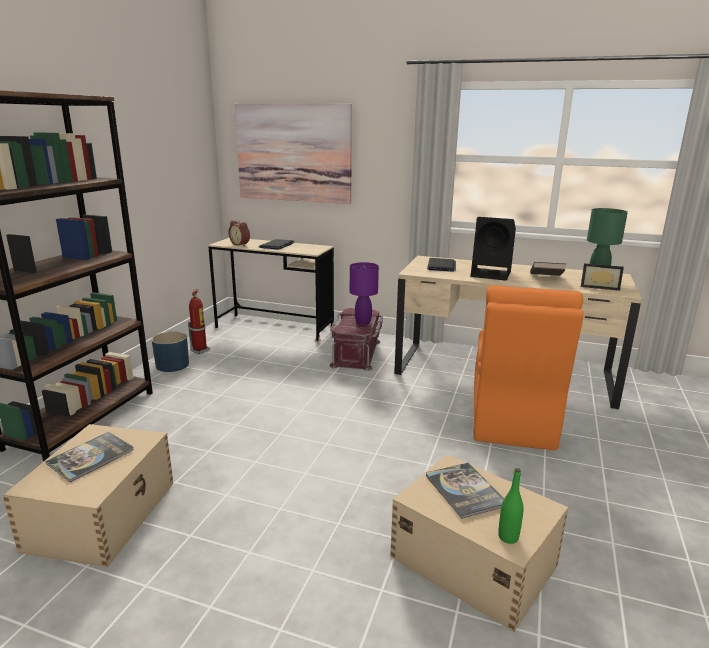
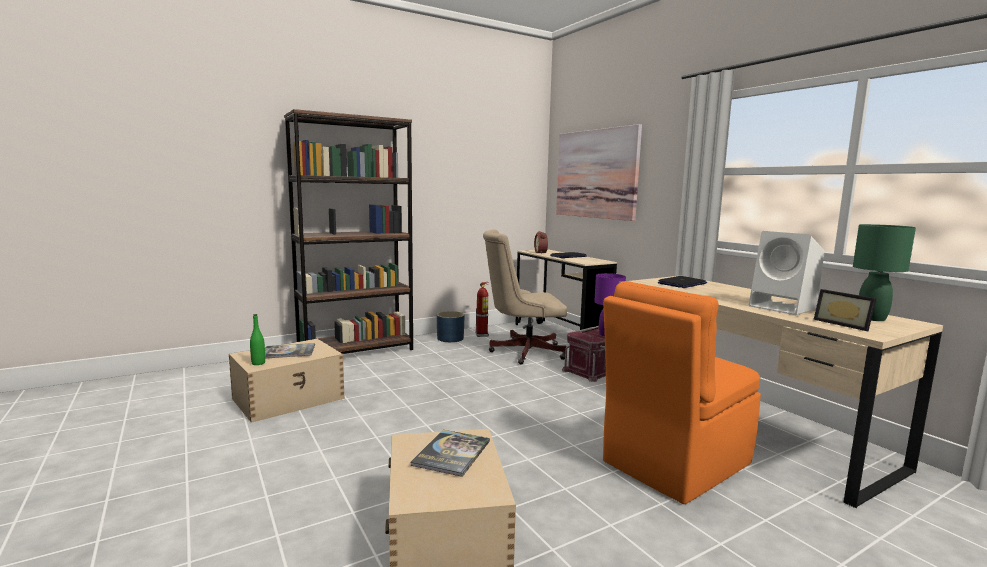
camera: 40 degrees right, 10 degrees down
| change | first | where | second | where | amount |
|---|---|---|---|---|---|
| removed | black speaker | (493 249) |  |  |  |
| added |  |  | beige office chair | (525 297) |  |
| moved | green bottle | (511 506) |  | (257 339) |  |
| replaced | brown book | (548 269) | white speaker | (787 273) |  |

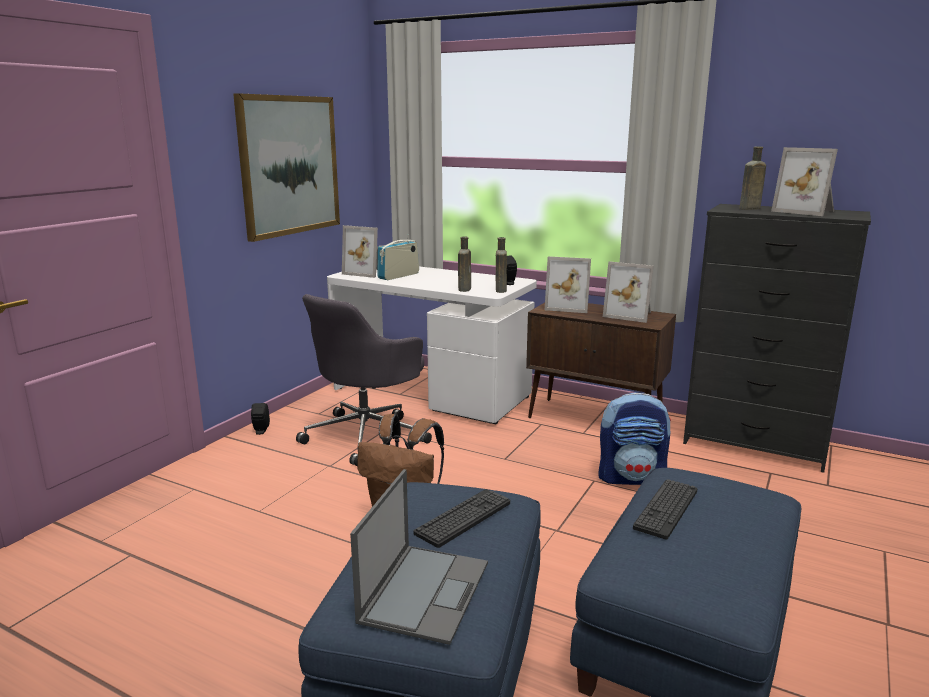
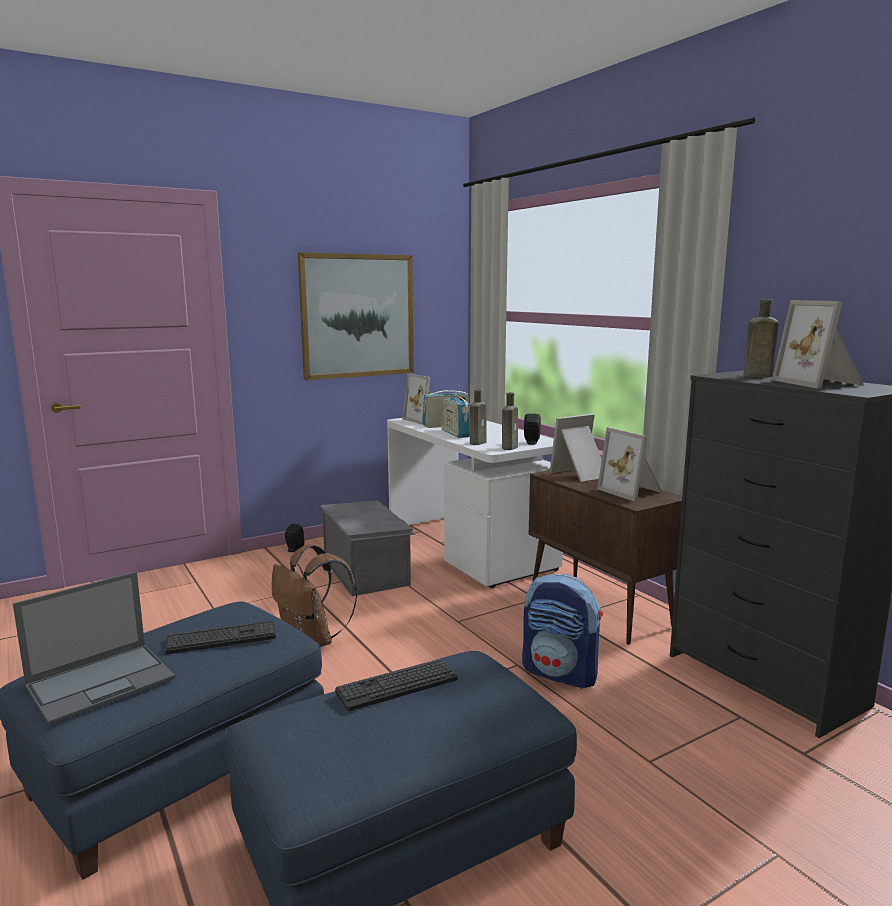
camera: 30 degrees right, 5 degrees down
| change | first | where | second | where | amount |
|---|---|---|---|---|---|
| added |  |  | radio | (455 414) |  |
| replaced | grey office chair | (364 380) | grey storage box | (367 548) |  |
| turned | picture frame | (568 284) |  | (575 448) | 105 degrees clockwise |

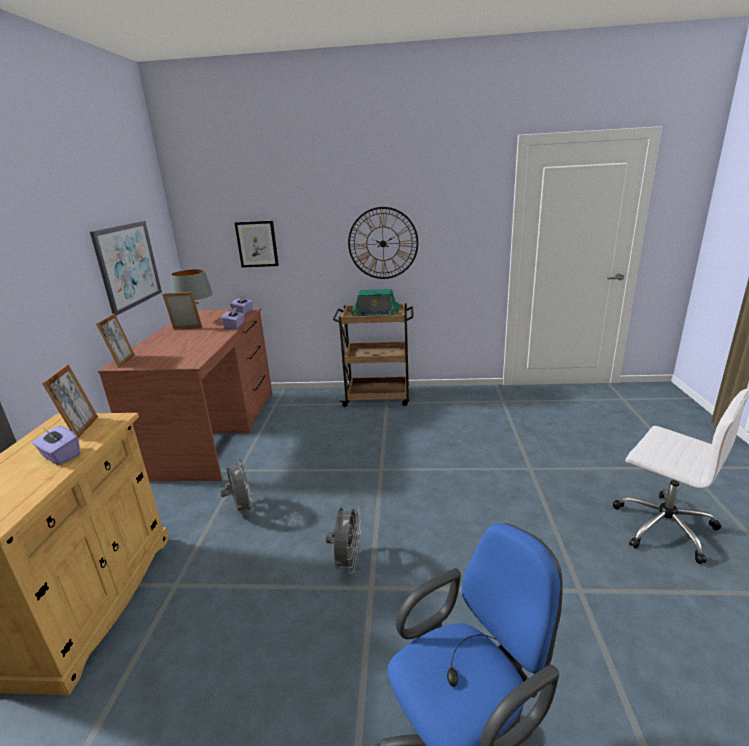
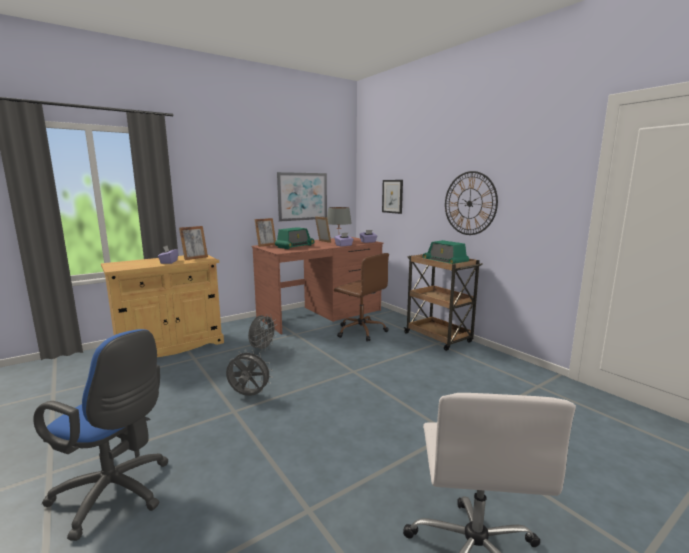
camera: 50 degrees right, 10 degrees down
| change | first | where | second | where | amount |
|---|---|---|---|---|---|
| added |  |  | radio | (295 238) |  |
| added |  |  | brown office chair | (361 297) |  |
| turned | grey fan | (343 539) |  | (249 372) | 135 degrees counterclockwise |

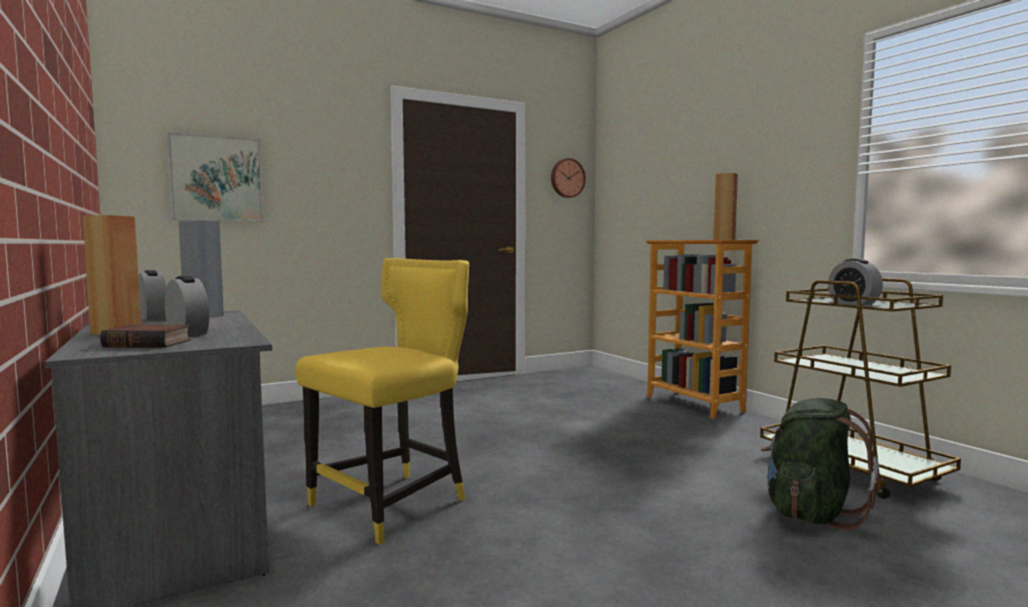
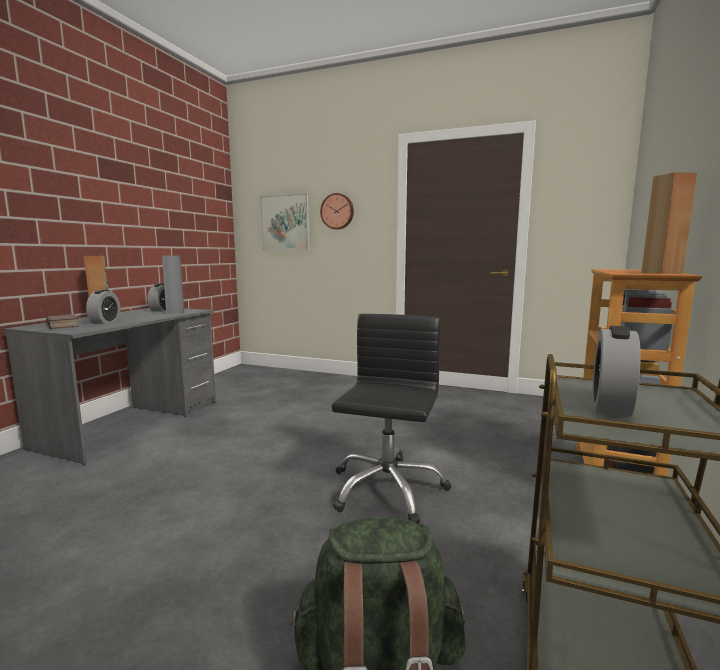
camera: 50 degrees right, 5 degrees up
| change | first | where | second | where | amount |
|---|---|---|---|---|---|
| removed | yellow chair | (382 401) |  |  |  |
| added |  |  | black office chair | (391 419) |  |
| moved | wall clock | (568 178) |  | (337 211) |  |

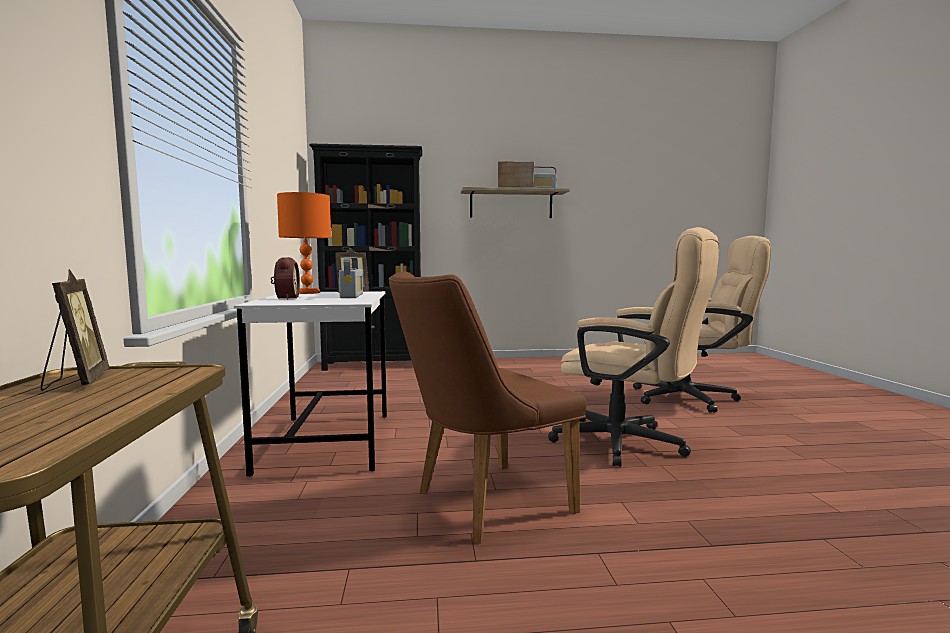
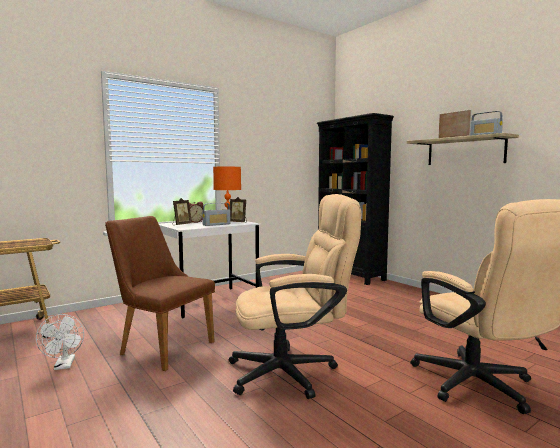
camera: 60 degrees right, 0 degrees up
| change | first | where | second | where | amount |
|---|---|---|---|---|---|
| added |  |  | white fan | (60 342) |  |
| moved | picture frame | (74 330) |  | (182 211) |  |
| turned | beige office chair | (633 347) |  | (295 296) | 105 degrees counterclockwise |

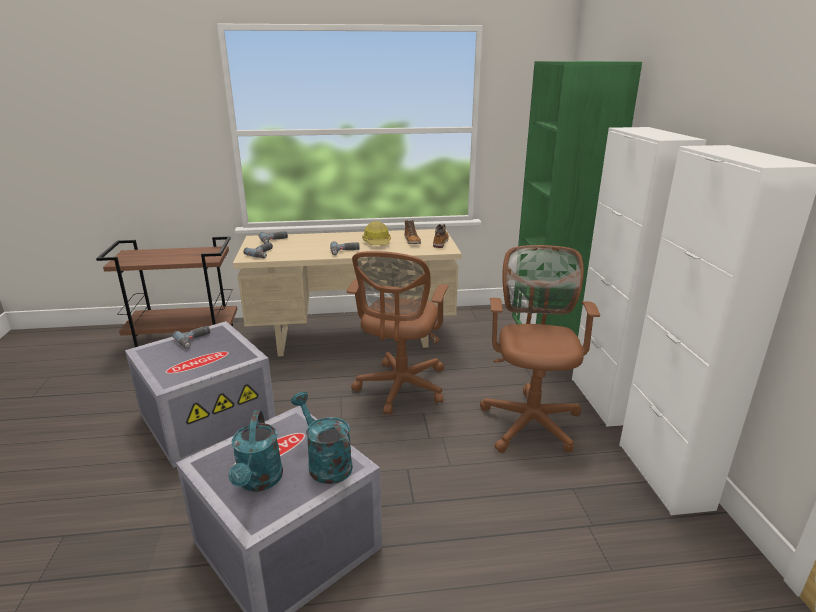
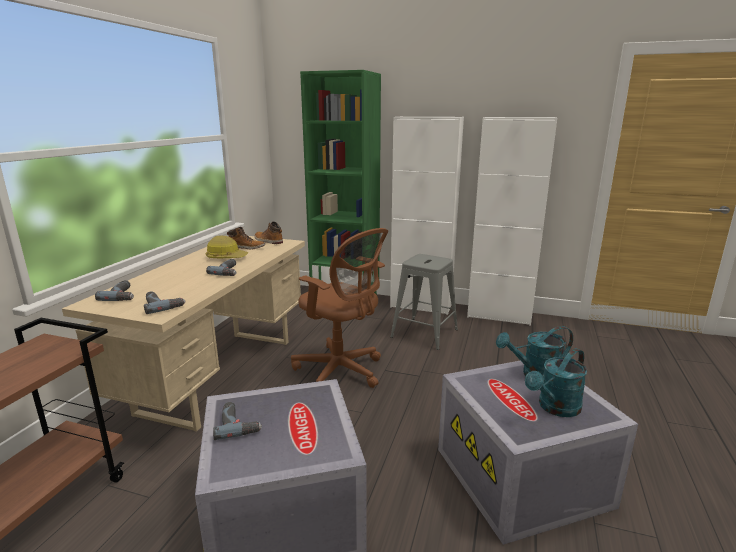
camera: 65 degrees left, 5 degrees down
| change | first | where | second | where | amount |
|---|---|---|---|---|---|
| replaced | brown office chair | (540 349) | grey stool | (424 302) |  |
| turned | turquoise watering can | (255 451) |  | (556 382) | 120 degrees clockwise |

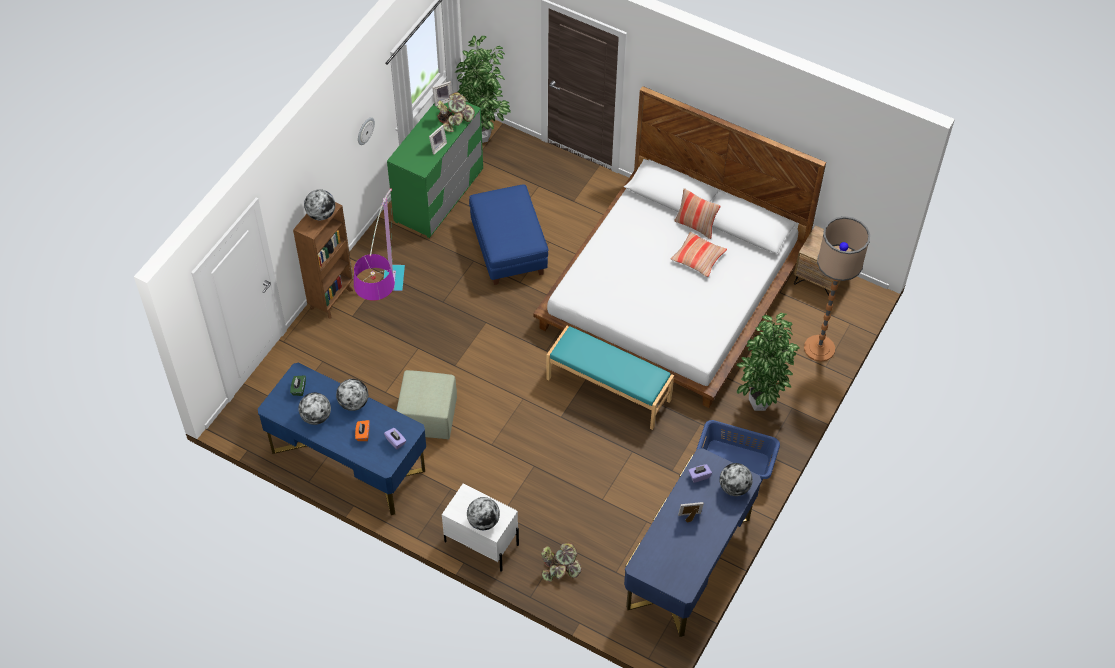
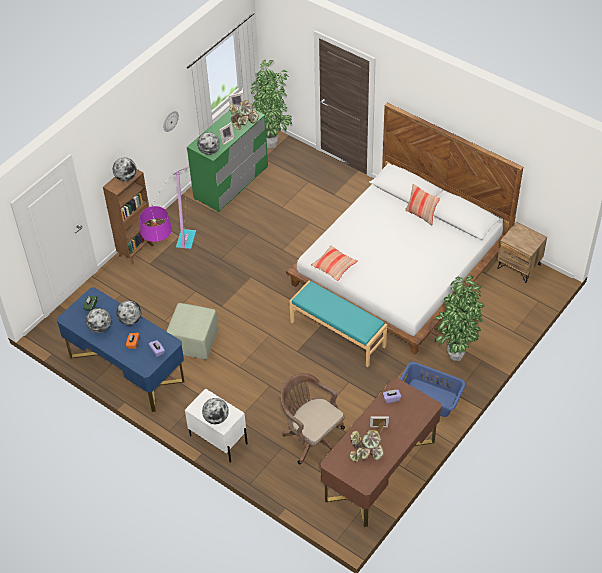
camera: 10 degrees right, 5 degrees down
| change | first | where | second | where | amount |
|---|---|---|---|---|---|
| removed | blue ottoman | (509 234) |  |  |  |
| removed | floor lamp | (837 289) |  |  |  |
| added |  |  | brown office chair | (313 418) |  |
| moved | potted plant | (561 562) |  | (366 446) |  |
| moved | pillow | (699 254) |  | (334 263) |  |
| moved | globe | (736 479) |  | (208 143) |  |
| recoloured | blue desk | (693 542) | brown desk | (381 452) |  |

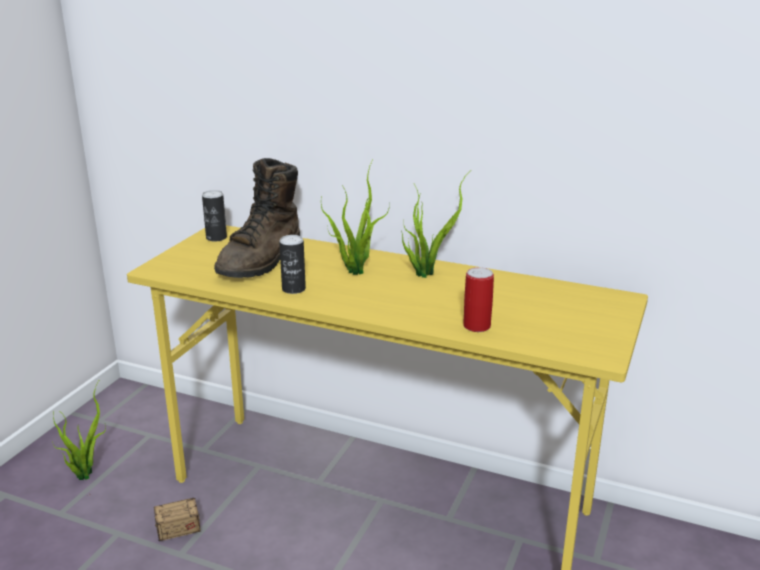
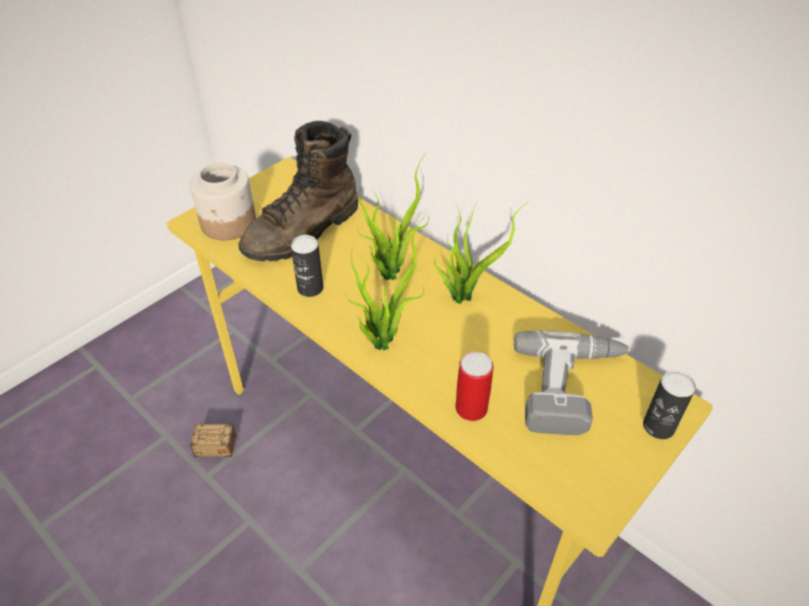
camera: 20 degrees right, 20 degrees up
| change | first | where | second | where | amount |
|---|---|---|---|---|---|
| added |  |  | jar | (223 201) |  |
| added |  |  | power drill | (572 383) |  |
| moved | potted plant | (79 430) |  | (385 283) |  |
| moved | can | (214 216) |  | (669 404) |  |

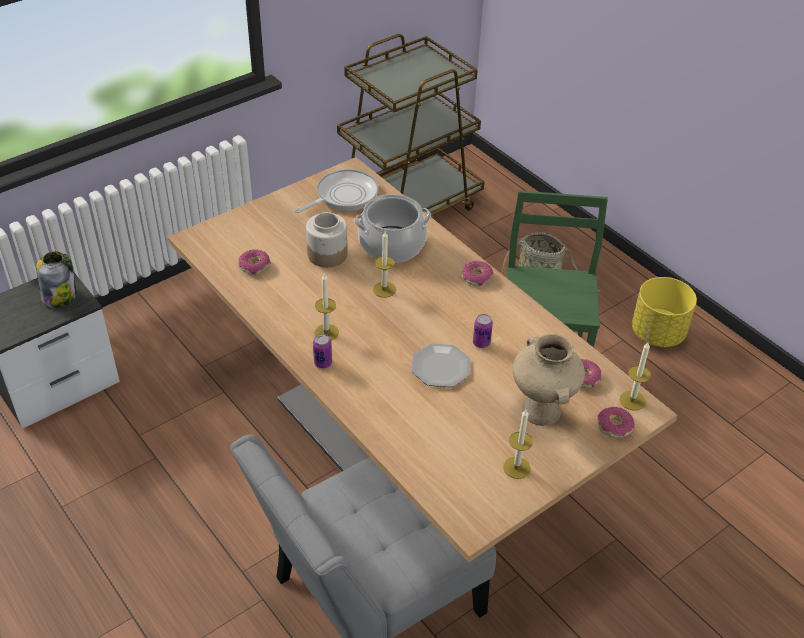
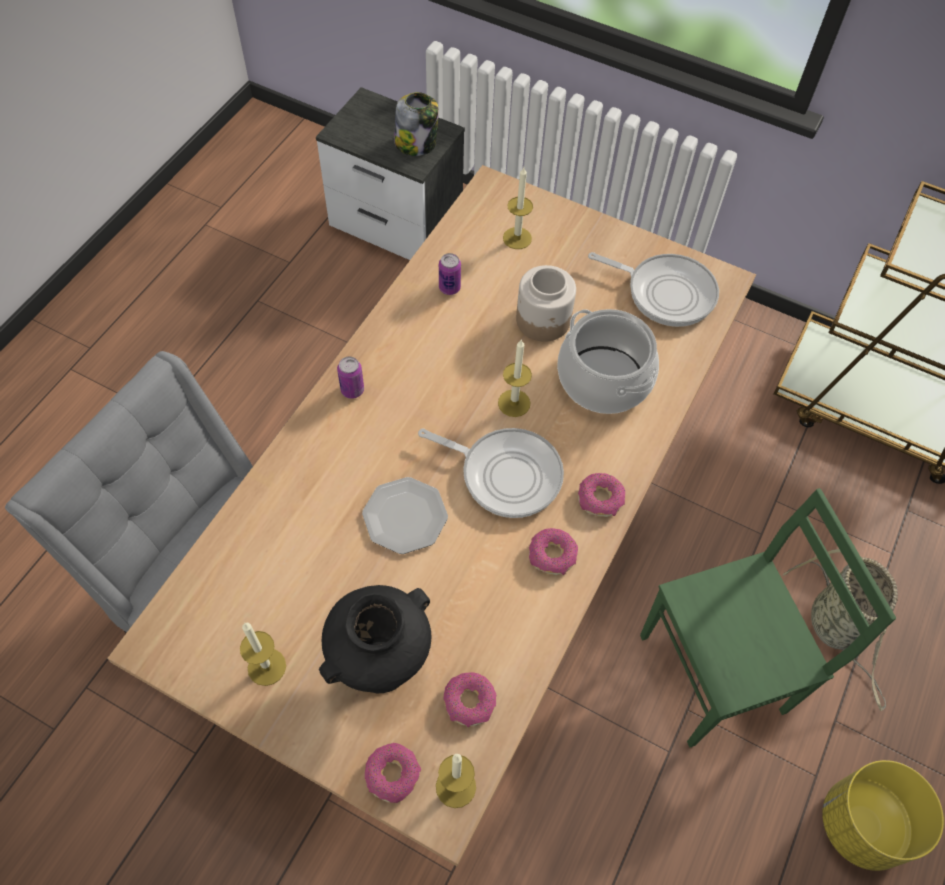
camera: 65 degrees right, 15 degrees up
| change | first | where | second | where | amount |
|---|---|---|---|---|---|
| added |  |  | frying pan | (491 473) |  |
| moved | donut | (254 262) |  | (553 551) |  |
| moved | candle | (327 307) |  | (518 208) |  |
| moved | can | (483 331) |  | (450 274) |  |
| recoloured | beige vase | (549 380) | black vase | (375 639) |  |

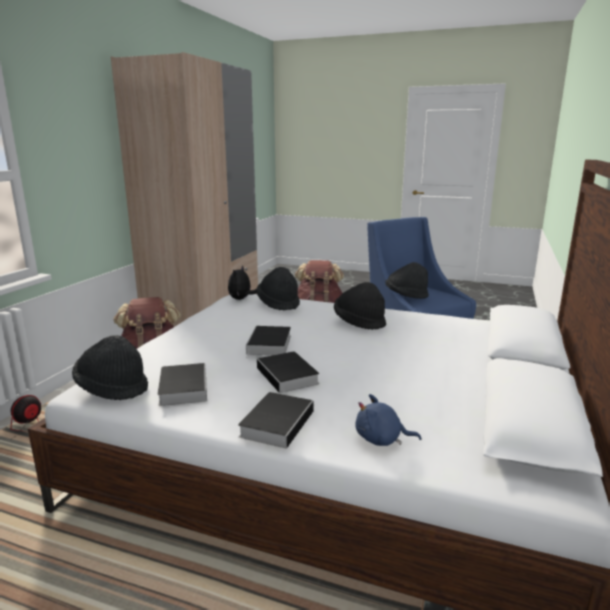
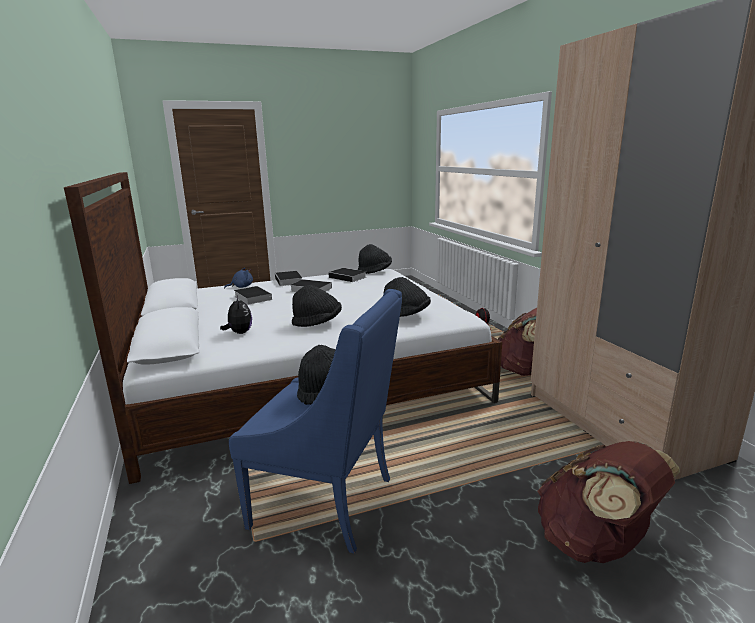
camera: 140 degrees right, 0 degrees up
| change | first | where | second | where | amount |
|---|---|---|---|---|---|
| moved | plush toy | (242 282) |  | (236 315) |  |
| moved | book | (268 342) |  | (253 295) |  |

